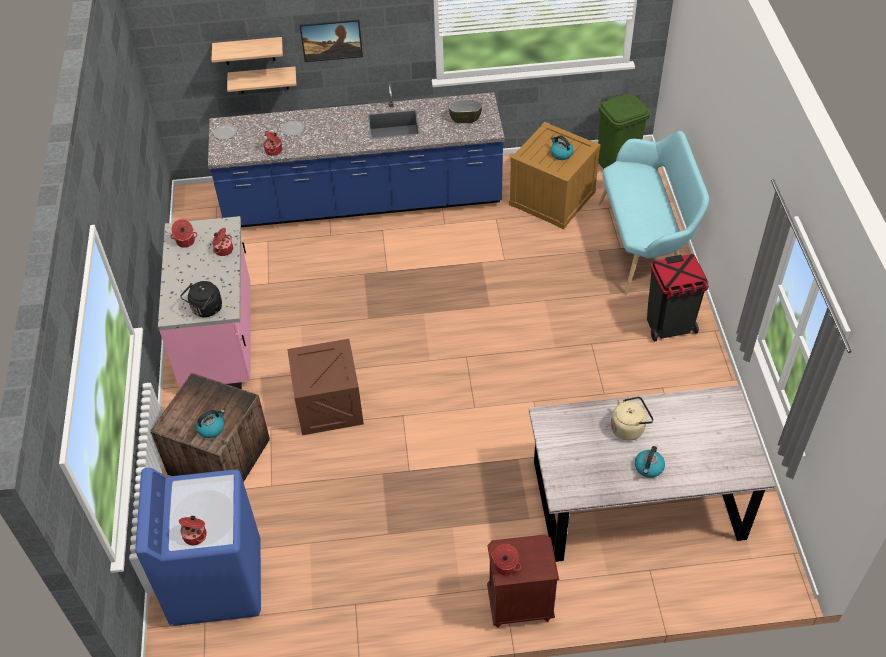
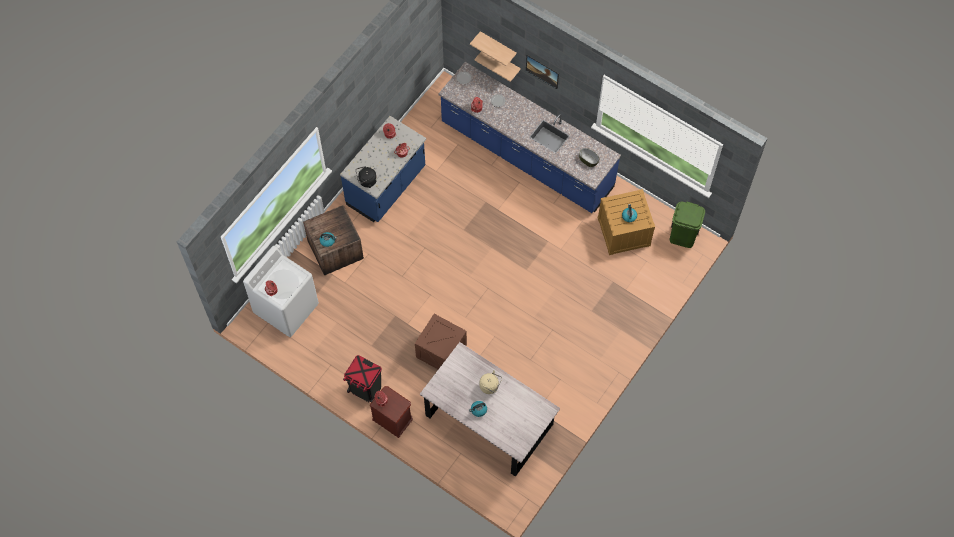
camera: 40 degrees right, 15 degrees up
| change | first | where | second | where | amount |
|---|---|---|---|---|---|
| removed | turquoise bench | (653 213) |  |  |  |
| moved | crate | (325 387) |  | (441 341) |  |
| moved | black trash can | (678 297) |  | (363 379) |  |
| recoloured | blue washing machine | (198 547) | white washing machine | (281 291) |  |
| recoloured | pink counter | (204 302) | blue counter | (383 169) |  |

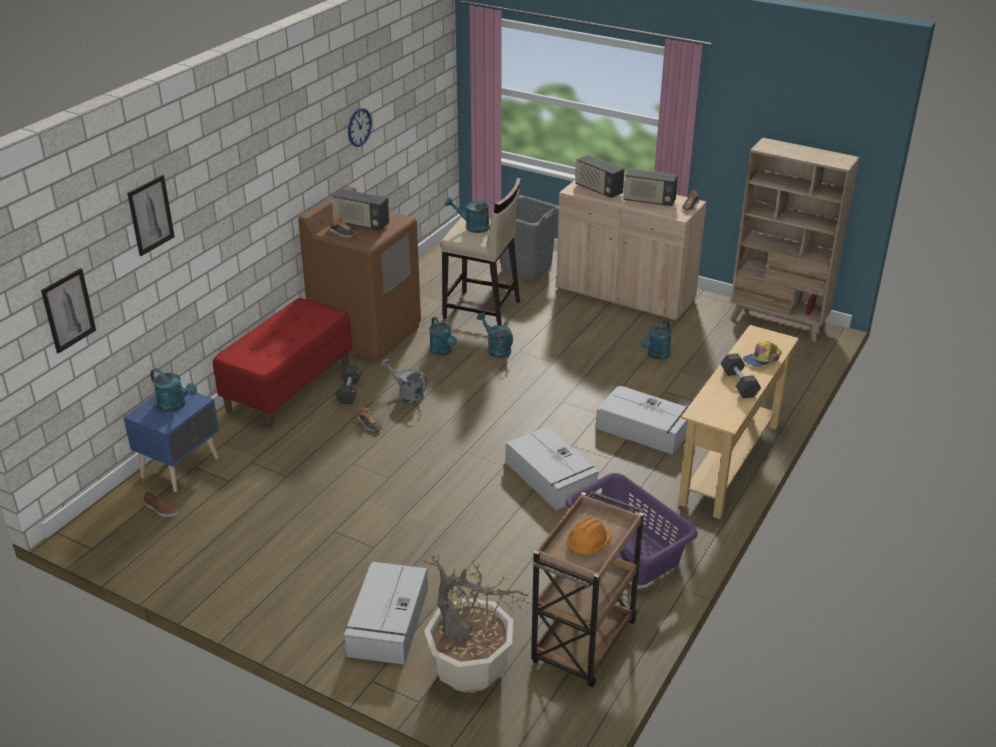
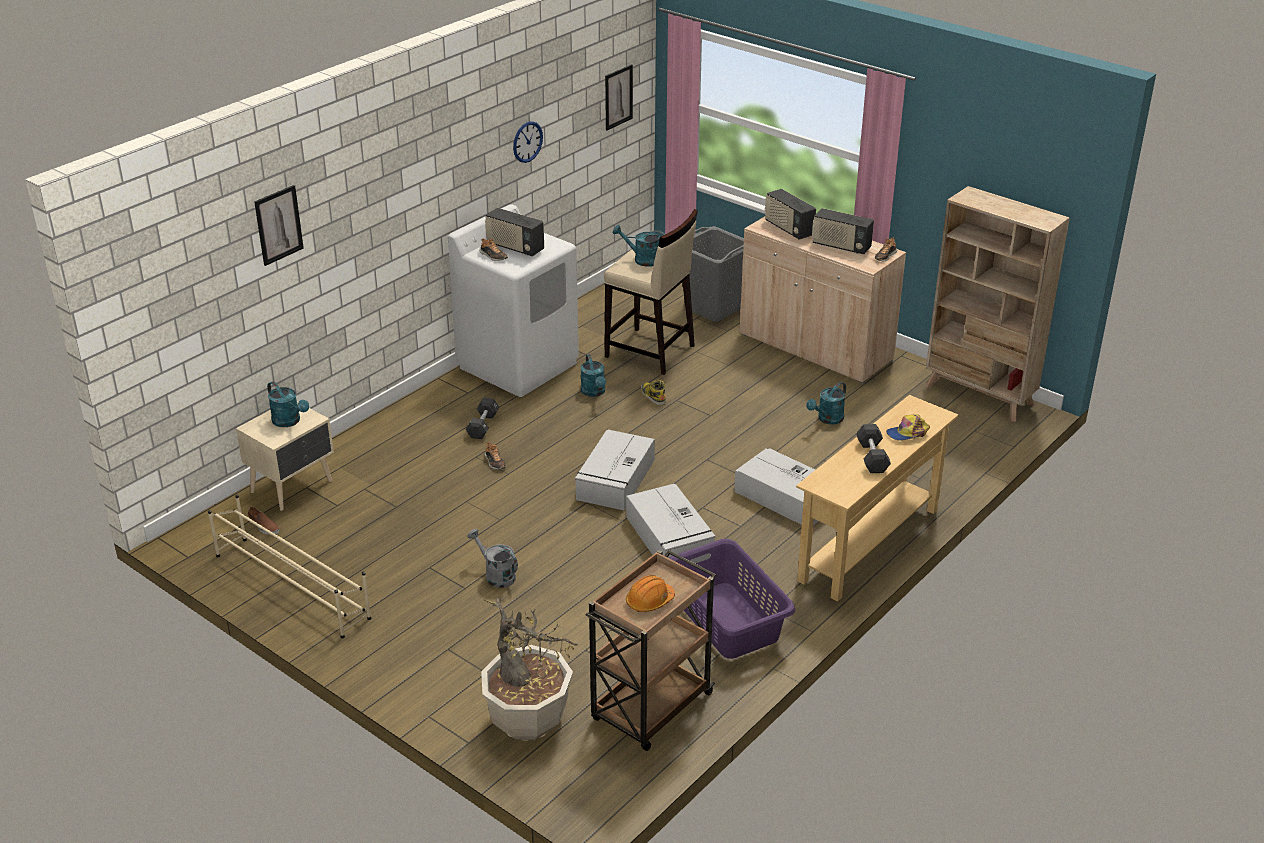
camera: 10 degrees right, 0 degrees up
| change | first | where | second | where | amount |
|---|---|---|---|---|---|
| removed | red bench | (282 363) |  |  |  |
| added |  |  | beige shoe rack | (289 566) |  |
| moved | picture | (68 311) |  | (619 97) |  |
| moved | grey storage box | (386 613) |  | (615 470) |  |
| moved | grey watering can | (404 381) |  | (492 558) |  |
| replaced | turquoise watering can | (495 335) | boot | (653 392) |  |
| recoloured | blue nightstand | (171 439) | beige nightstand | (285 456) |  |
| recoloured | brown washing machine | (359 274) | white washing machine | (513 300) |  |

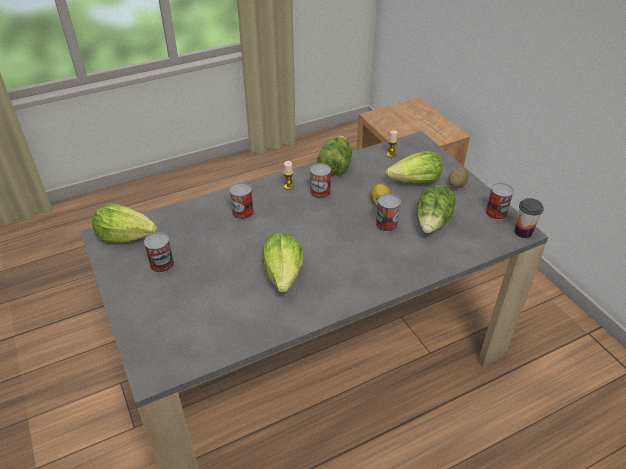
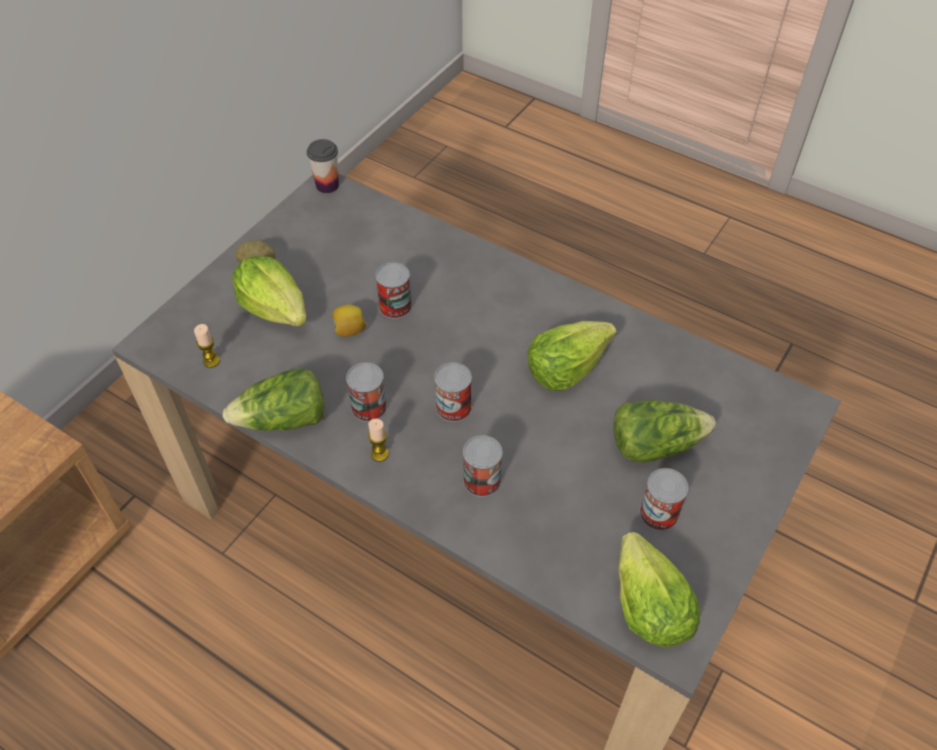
camera: 120 degrees left, 10 degrees up
| change | first | where | second | where | amount |
|---|---|---|---|---|---|
| moved | lettuce | (436 209) |  | (665 431) |  |
| moved | can | (499 201) |  | (453 392) |  |

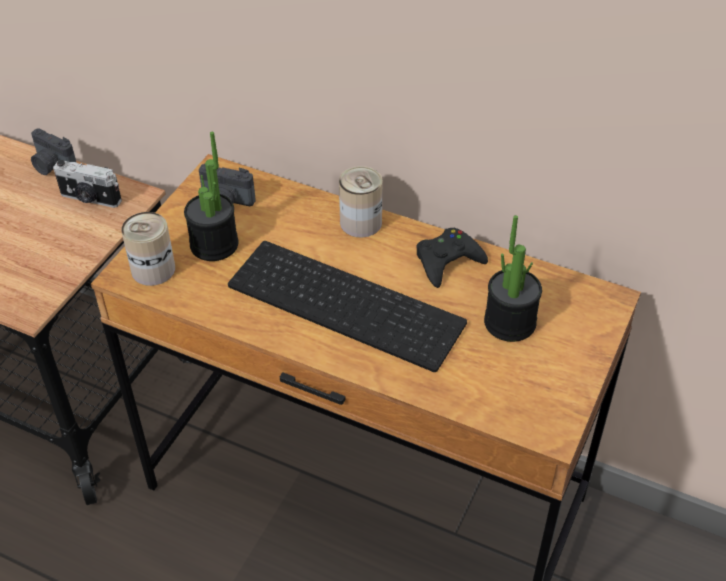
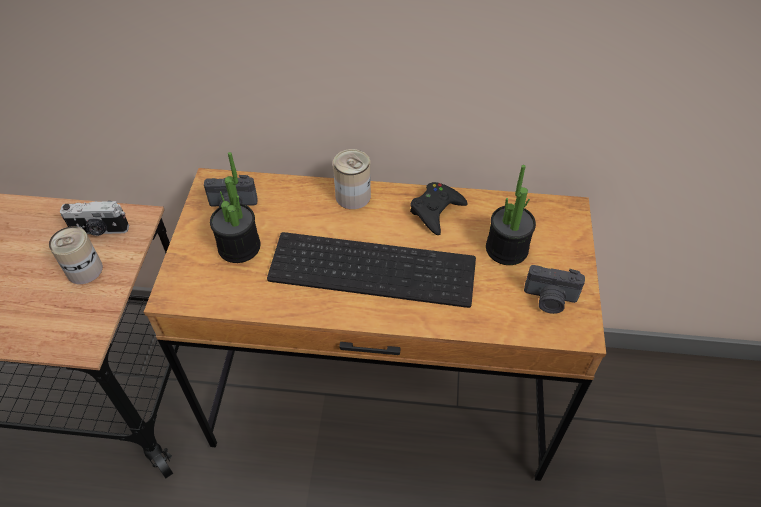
camera: 20 degrees left, 5 degrees up
| change | first | where | second | where | amount |
|---|---|---|---|---|---|
| moved | photo camera | (53 151) |  | (554 289) |  |
| moved | can | (148 249) |  | (76 255) |  |

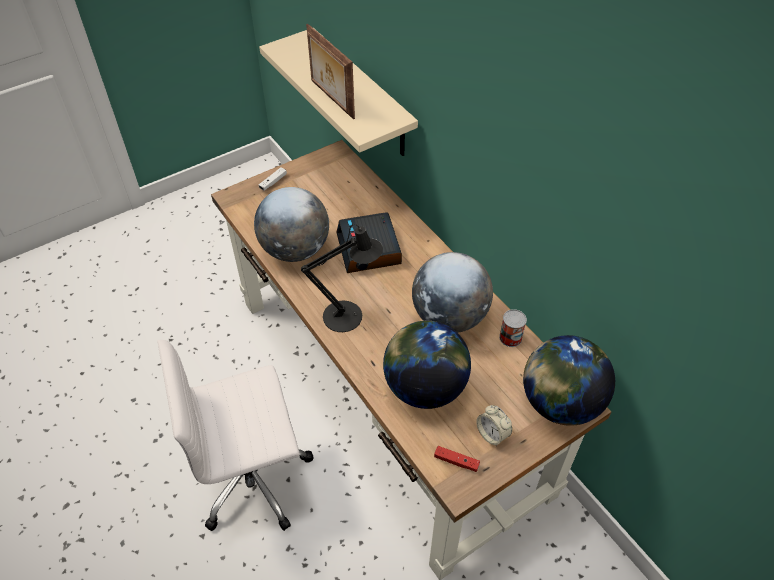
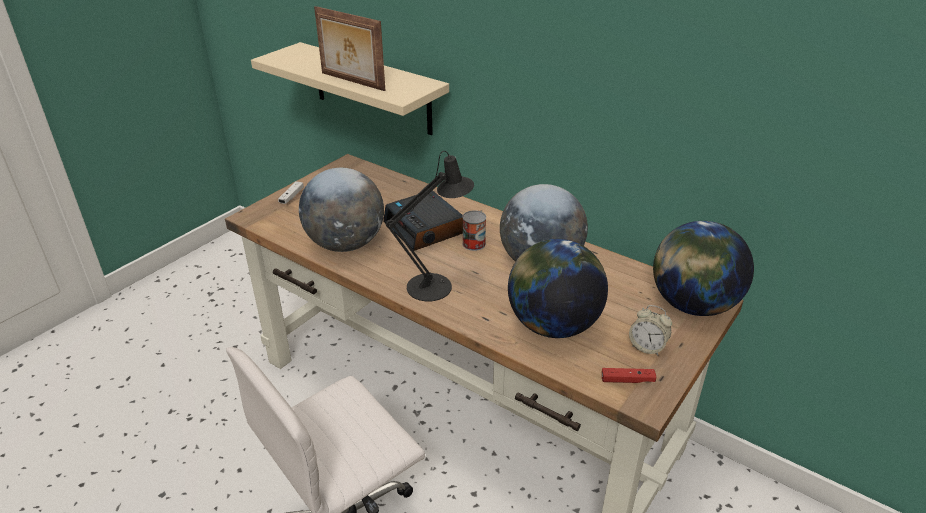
camera: 20 degrees left, 15 degrees down
| change | first | where | second | where | amount |
|---|---|---|---|---|---|
| moved | can | (513 328) |  | (474 230) |  |

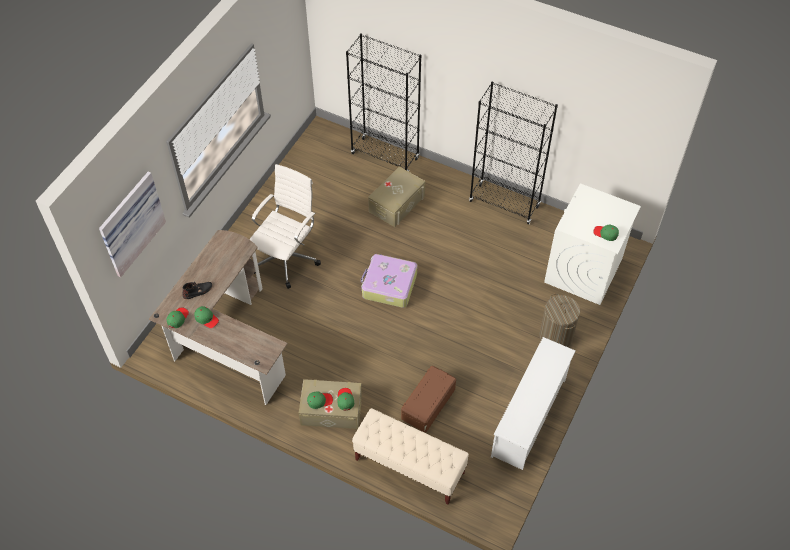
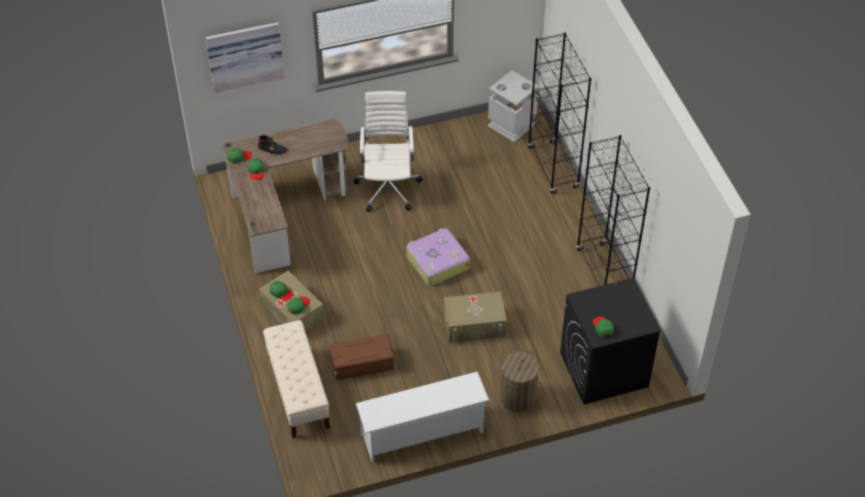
camera: 45 degrees right, 5 degrees down
| change | first | where | second | where | amount |
|---|---|---|---|---|---|
| added |  |  | grey trash can | (513 106) |  |
| moved | beige storage box | (396 196) |  | (475 317) |  |
| recoloured | white washing machine | (592 244) | black washing machine | (610 341) |  |
| turned | white office chair | (285 226) |  | (388 151) | 75 degrees counterclockwise |

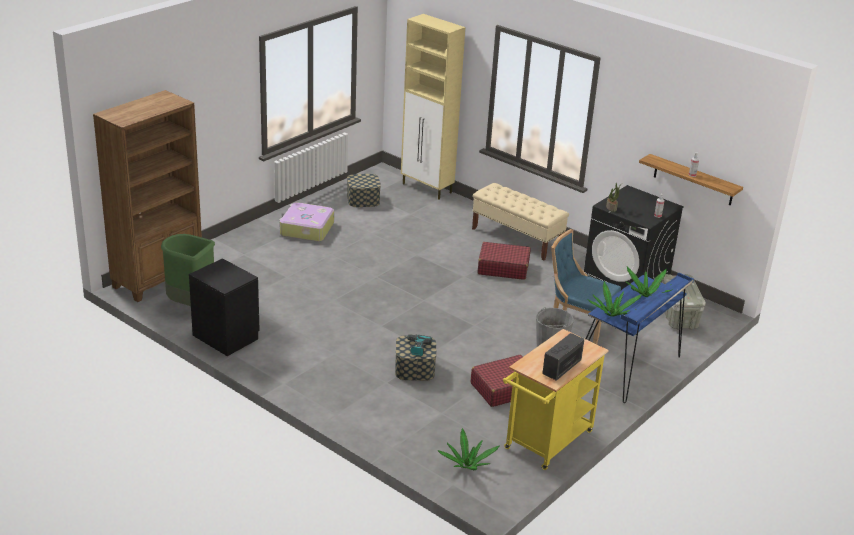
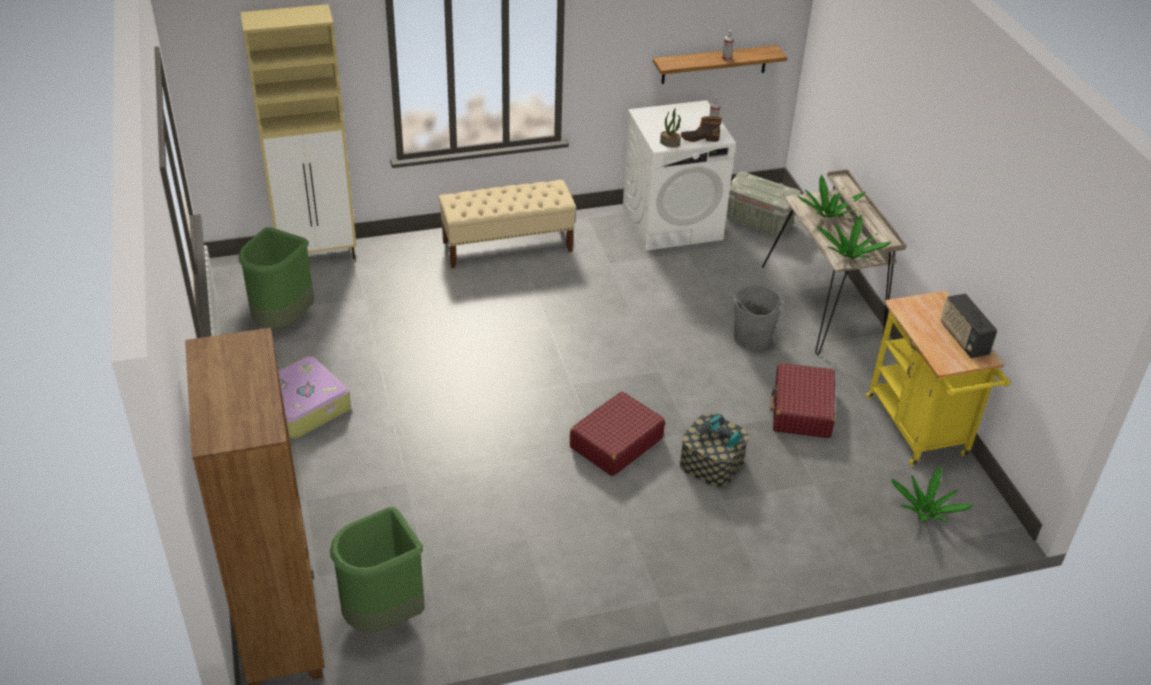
camera: 55 degrees left, 10 degrees up
| change | first | where | second | where | amount |
|---|---|---|---|---|---|
| removed | black nightstand | (224 307) |  |  |  |
| removed | blue chair | (586 286) |  |  |  |
| added |  |  | boot | (701 129) |  |
| moved | red suitcase | (504 261) |  | (617 433) |  |
| replaced | storage box | (364 190) | green trash can | (276 278) |  |
| recoloured | black washing machine | (634 237) | white washing machine | (679 175) |  |
| recoloured | blue desk | (640 338) | beige desk | (834 262) |  |

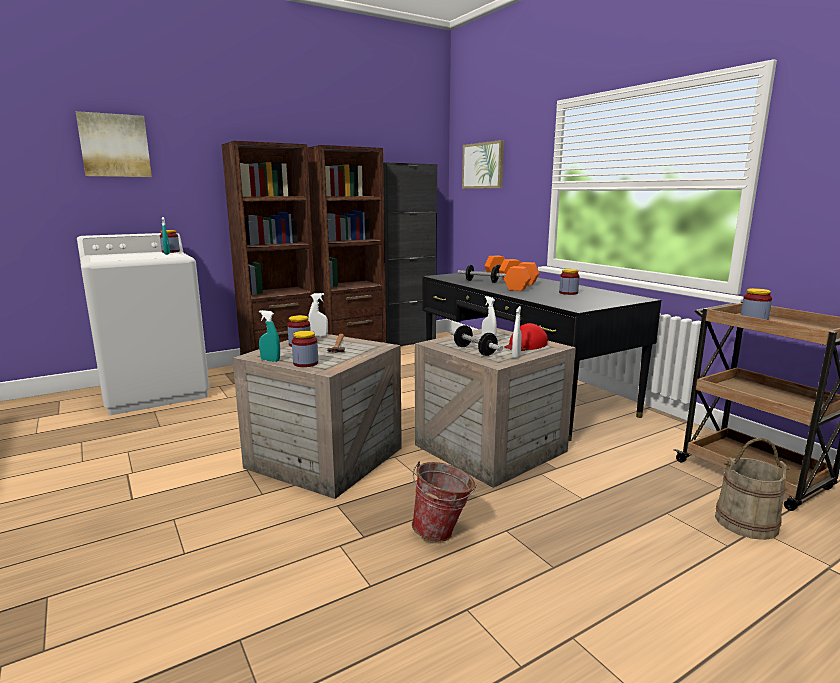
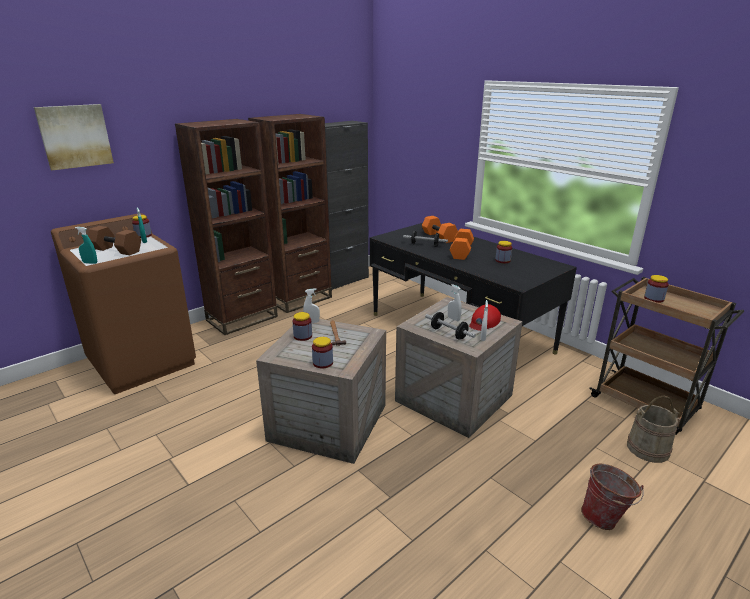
camera: 10 degrees left, 10 degrees up
| change | first | where | second | where | amount |
|---|---|---|---|---|---|
| removed | picture | (483 164) |  |  |  |
| added |  |  | brown dumbbell | (114 240) |  |
| moved | turquoise spray bottle | (269 336) |  | (86 245) |  |
| moved | bucket | (444 501) |  | (612 497) |  |
| recoloured | white washing machine | (143 324) | brown washing machine | (123 303) |  |

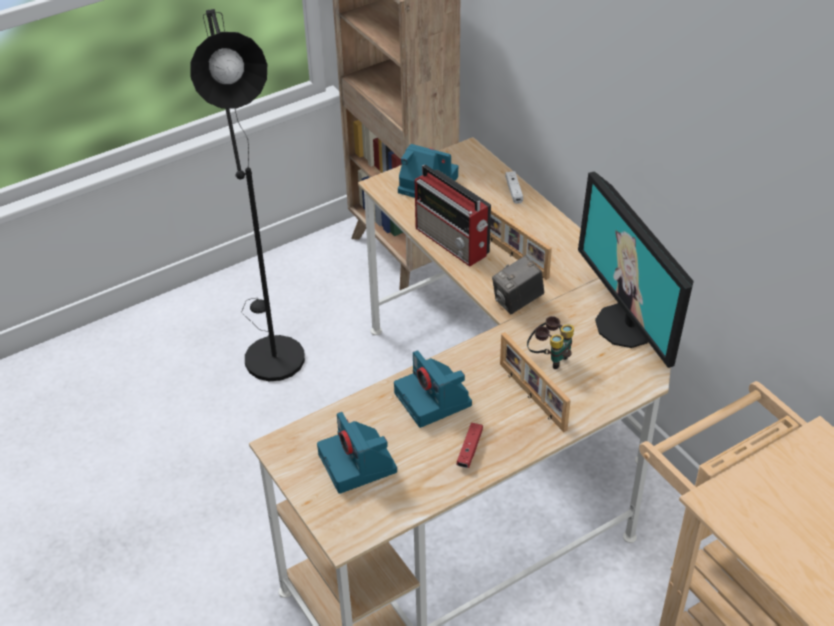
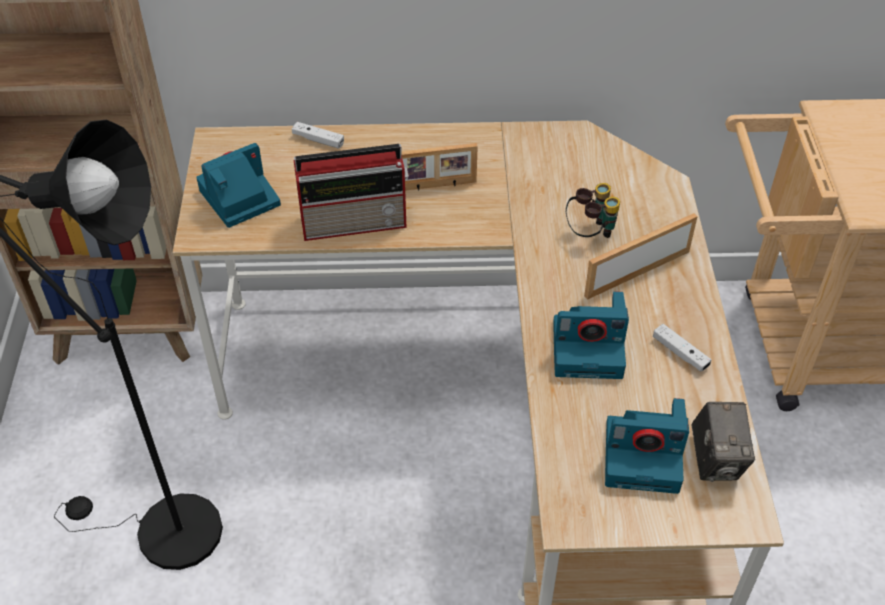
camera: 60 degrees left, 5 degrees up
| change | first | where | second | where | amount |
|---|---|---|---|---|---|
| removed | monitor | (636 269) |  |  |  |
| moved | photo camera | (518 284) |  | (723 442) |  |
| recoloured | red game controller | (470 445) | white game controller | (682 348) |  |
| turned | picture frame | (535 382) |  | (641 256) | 150 degrees clockwise |

